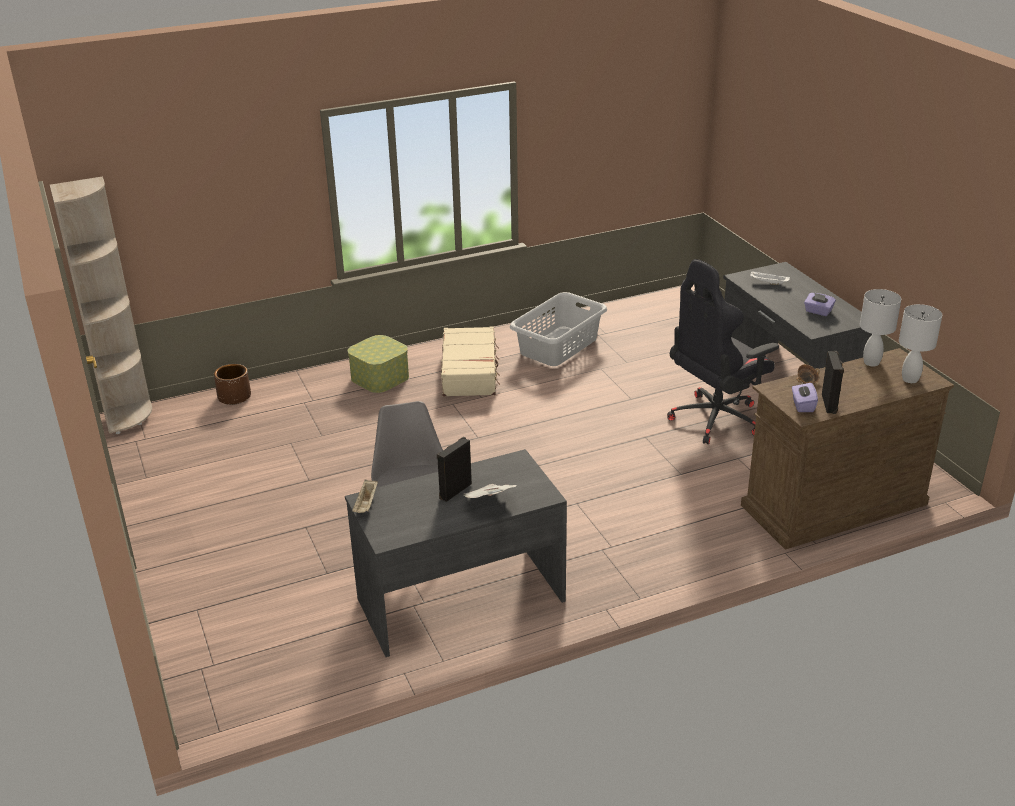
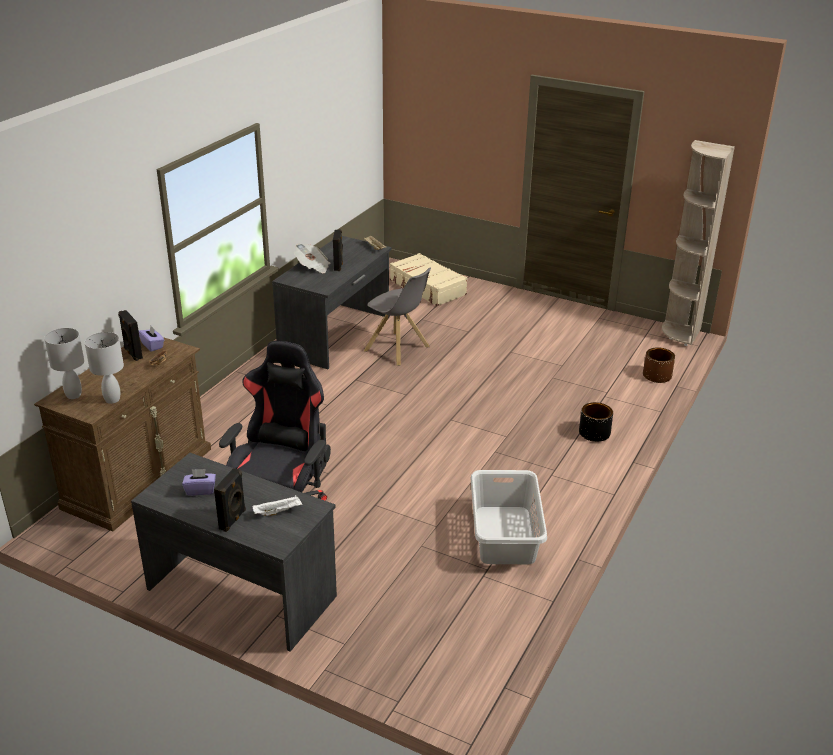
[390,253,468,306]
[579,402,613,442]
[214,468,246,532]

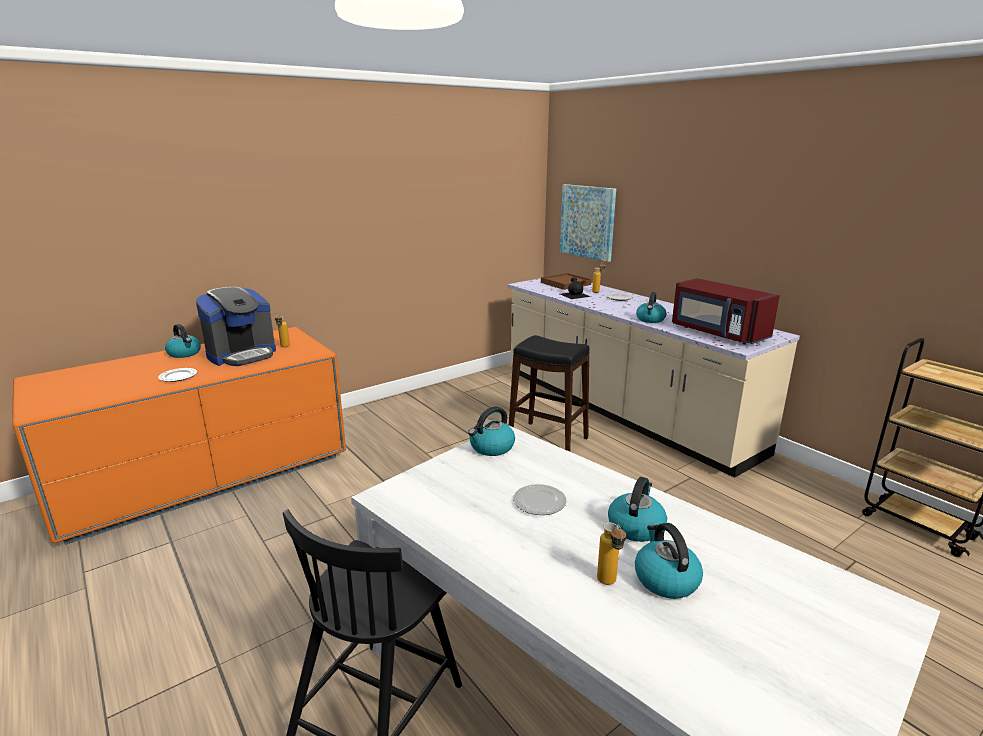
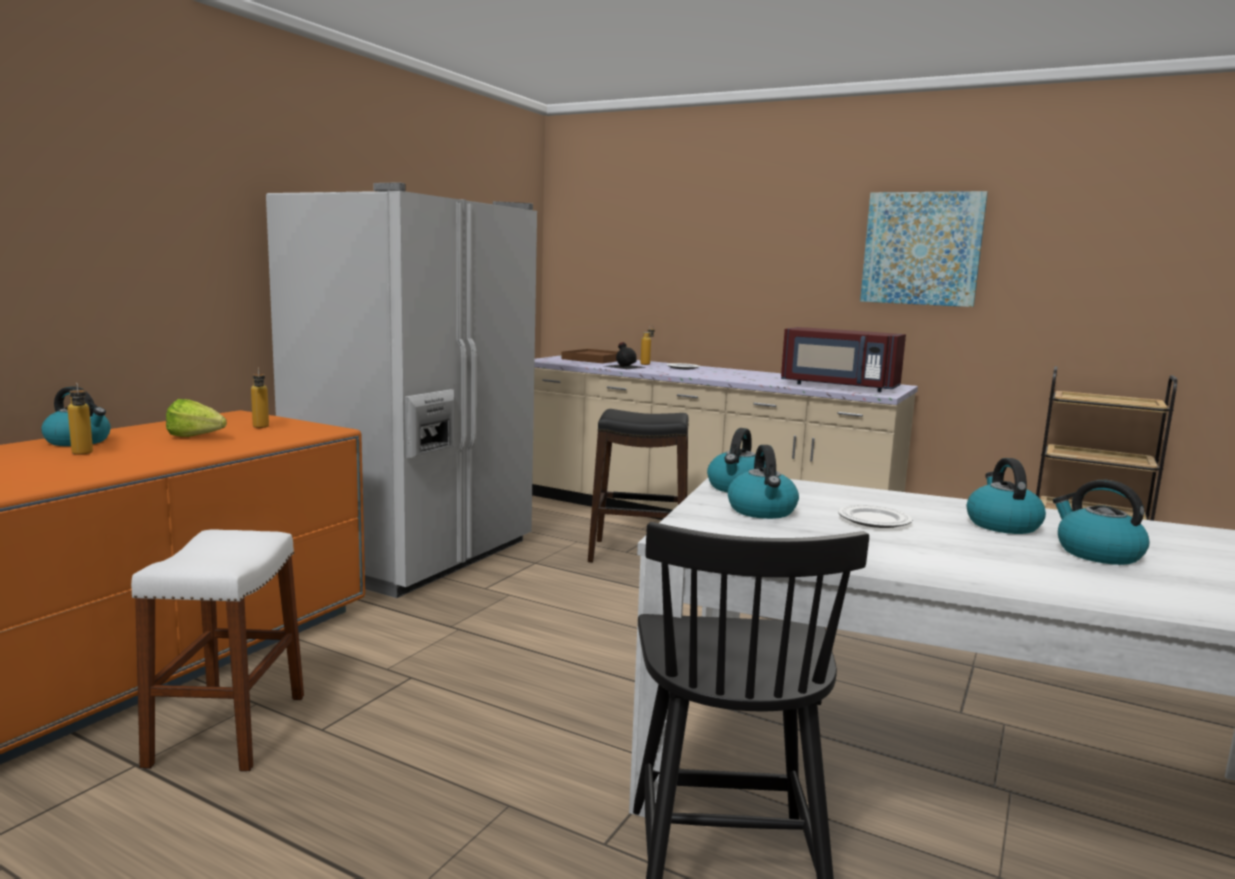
[860,191,988,307]
[166,399,227,437]
[728,445,799,519]
[158,368,197,382] (first image)
[68,383,93,455]
[266,182,537,598]
[131,529,304,772]

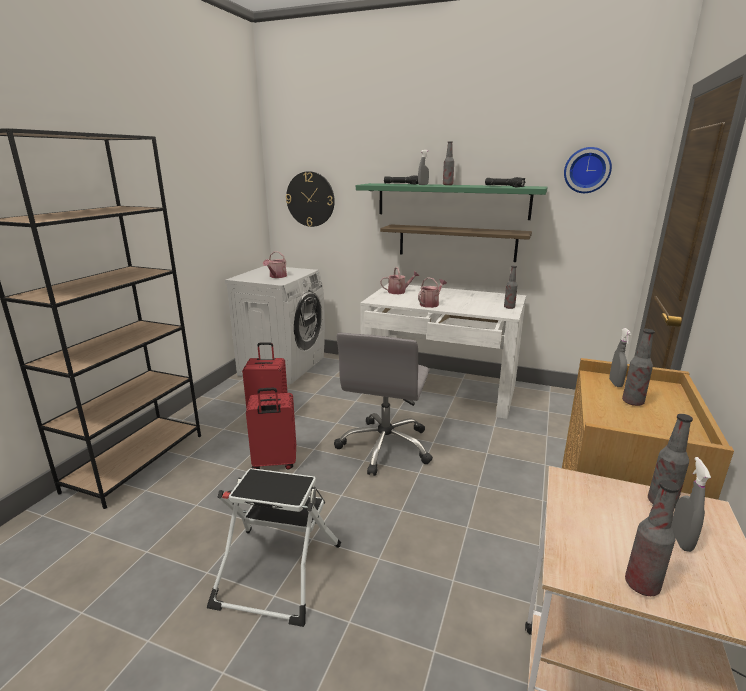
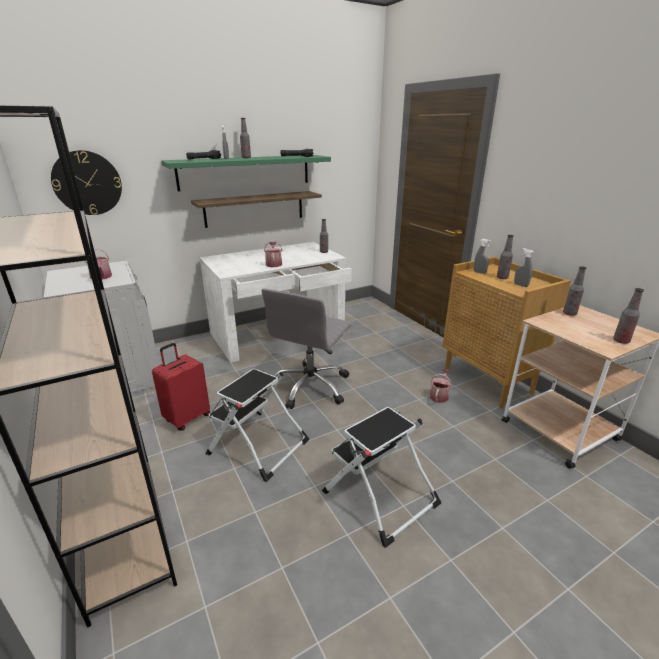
[564,147,612,193] (first image)
[430,369,452,403]
[262,288,351,409]
[205,369,309,482]
[514,248,534,287]

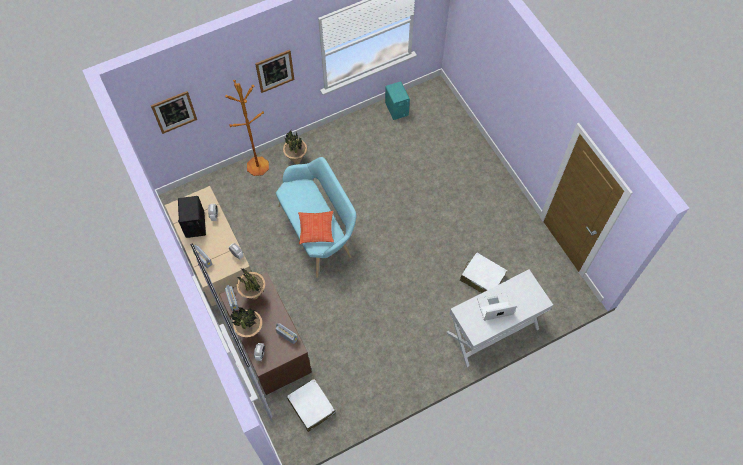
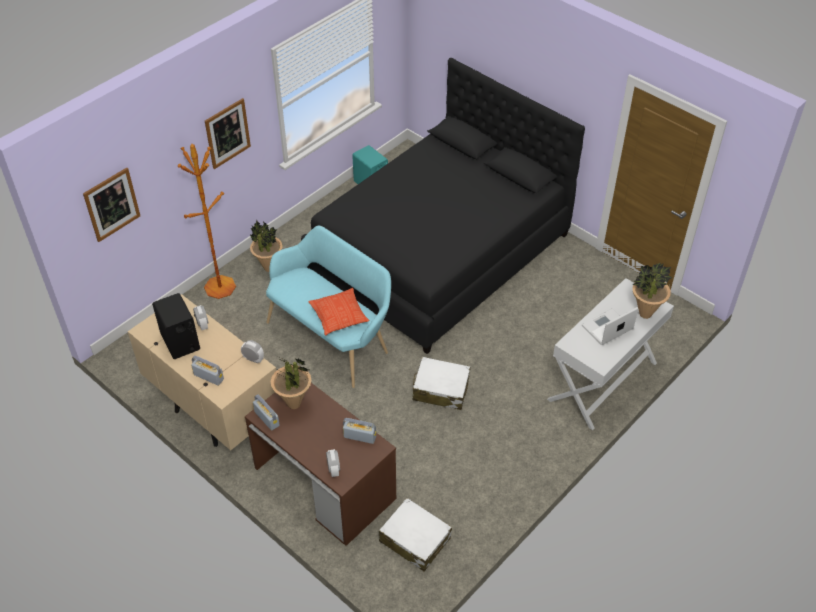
[412,357,470,410]
[632,262,672,319]
[301,58,585,354]

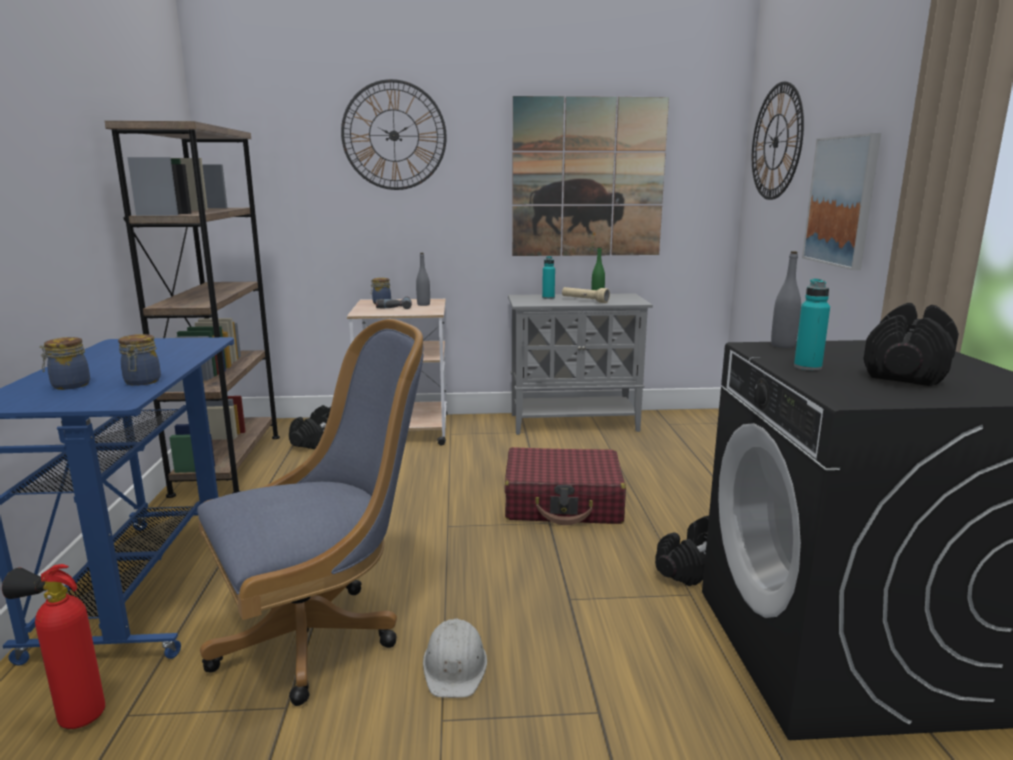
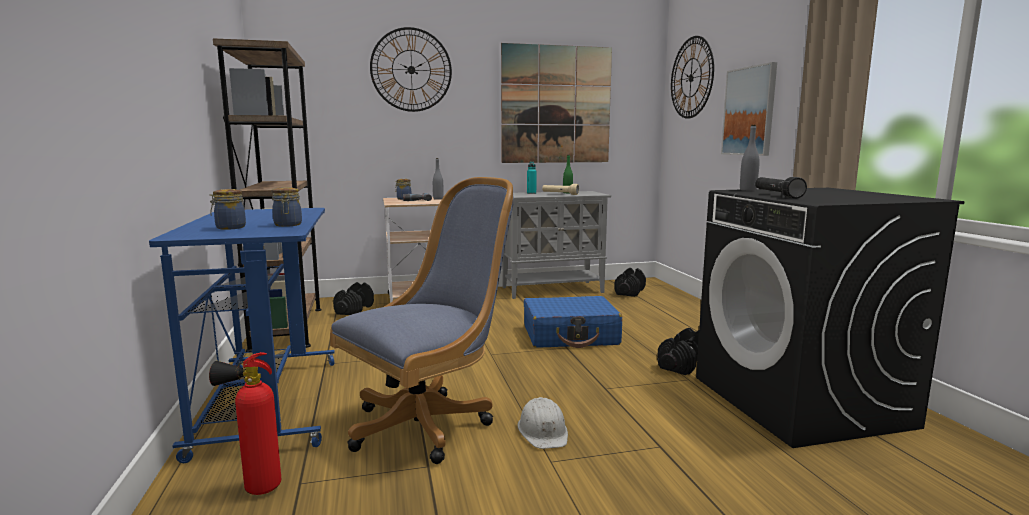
[755,177,807,199]
[614,268,646,297]
[524,296,622,348]

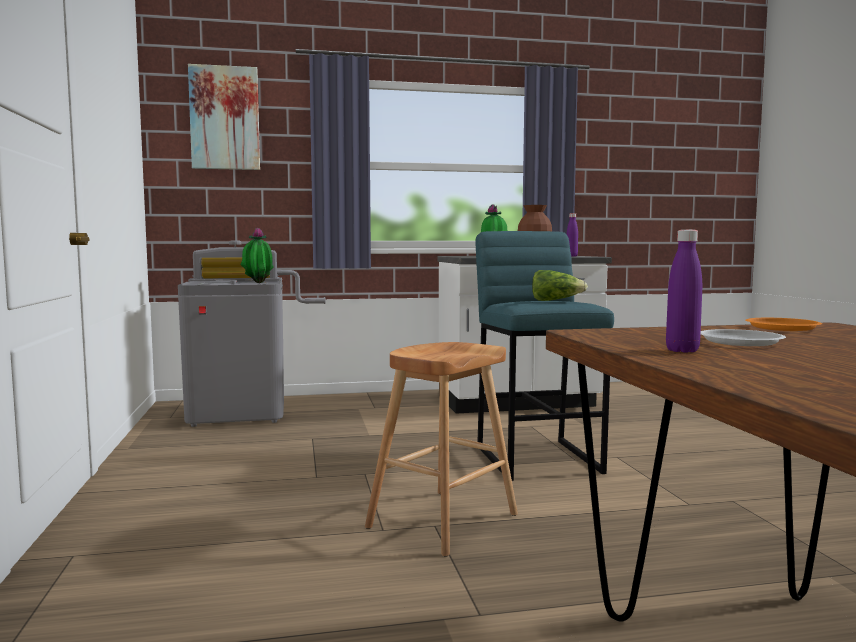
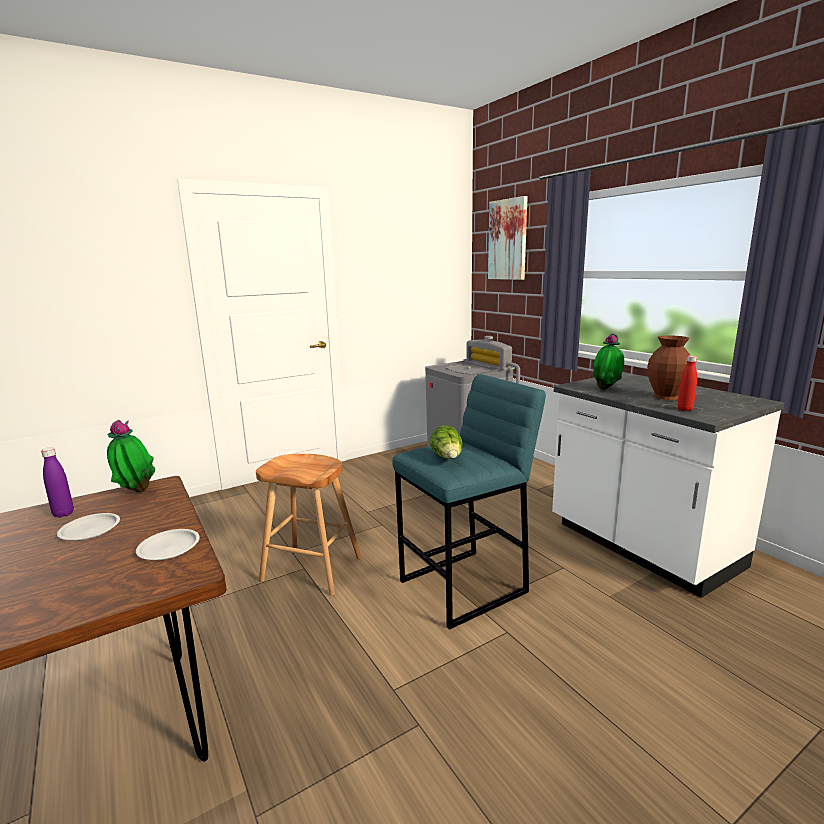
[677,355,697,411]
[107,420,155,492]
[136,529,200,560]

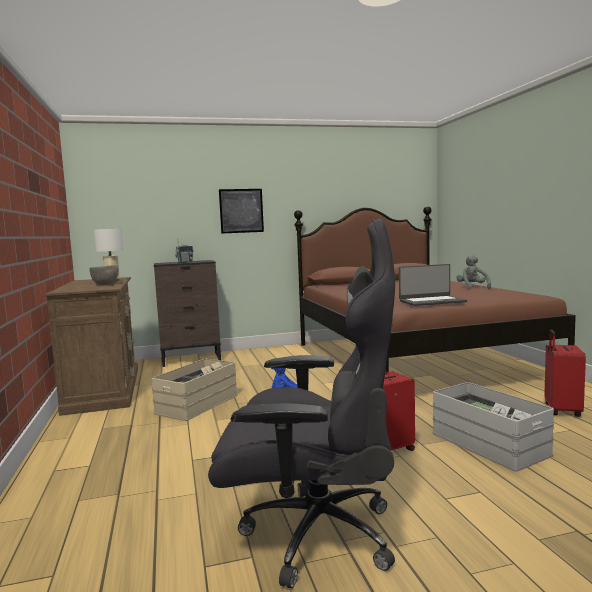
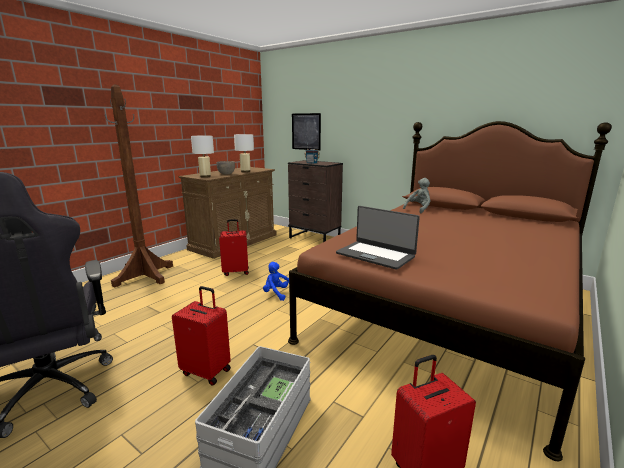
[292,113,321,150]
[403,178,431,213]
[219,219,249,276]
[105,85,173,288]
[191,136,214,178]

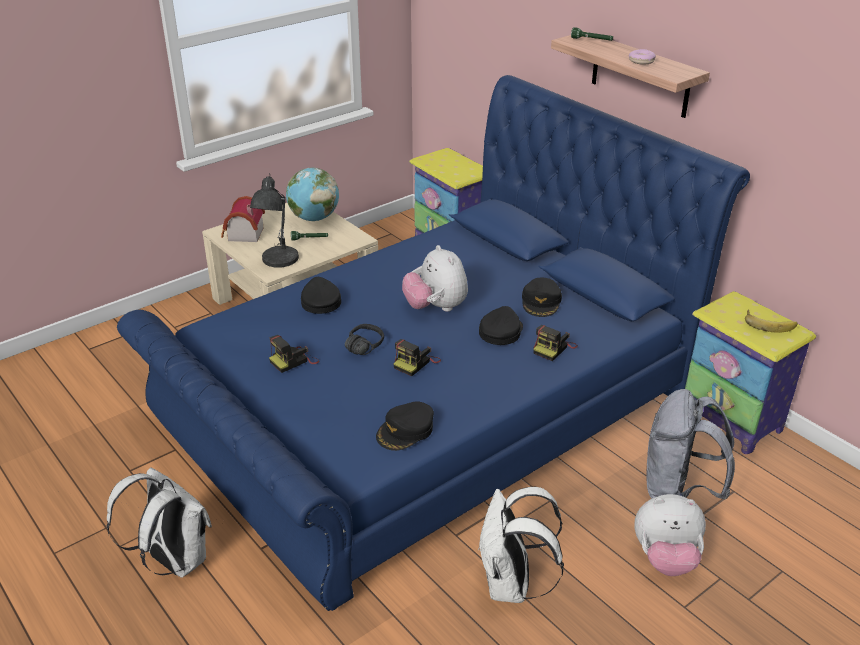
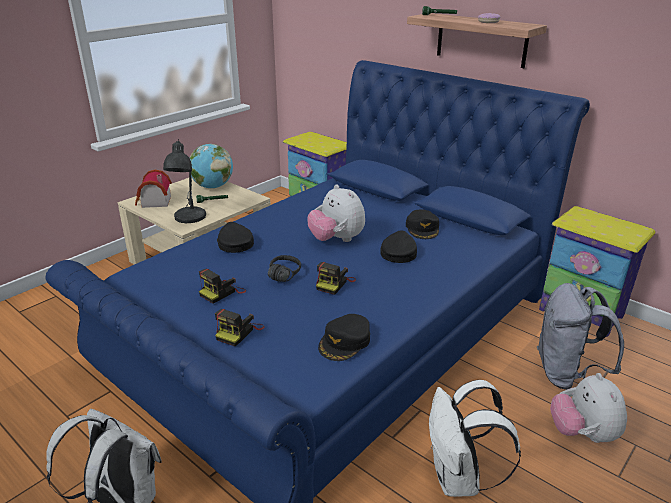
[745,310,798,333] (first image)
[215,309,265,347]
[550,373,627,443]

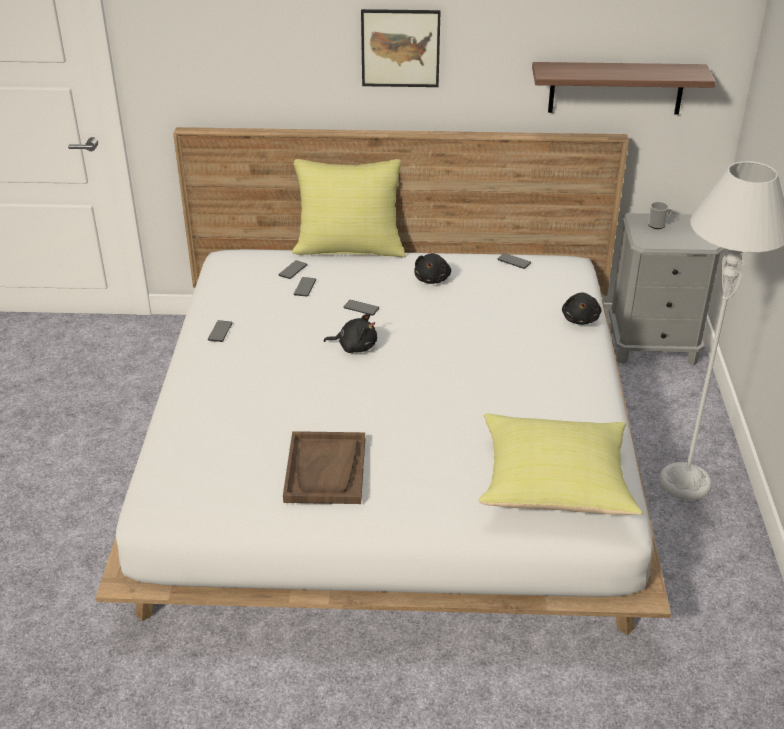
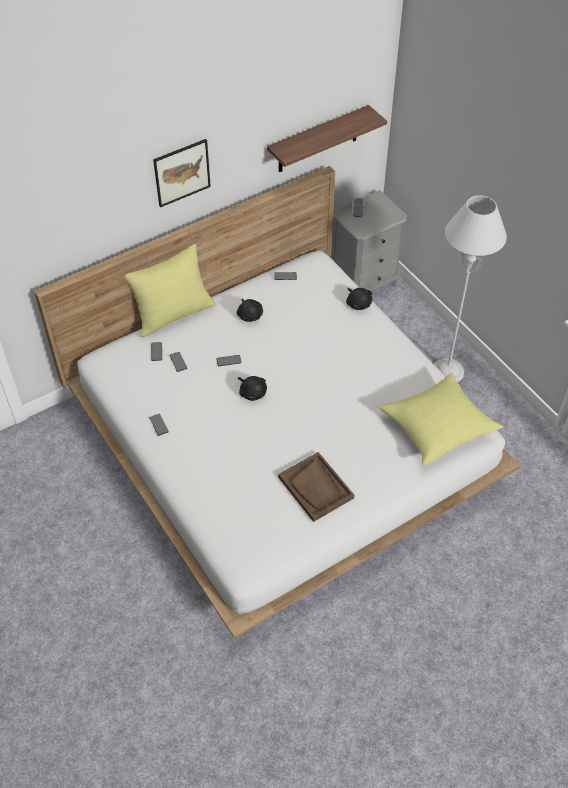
[238,376,267,401]

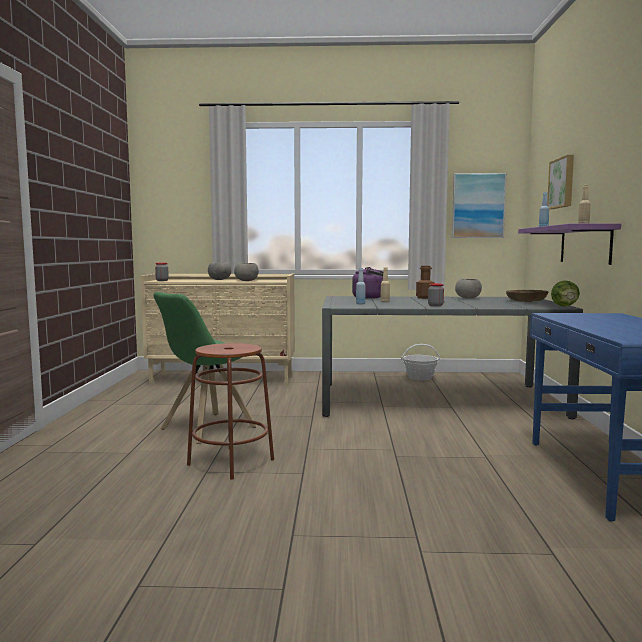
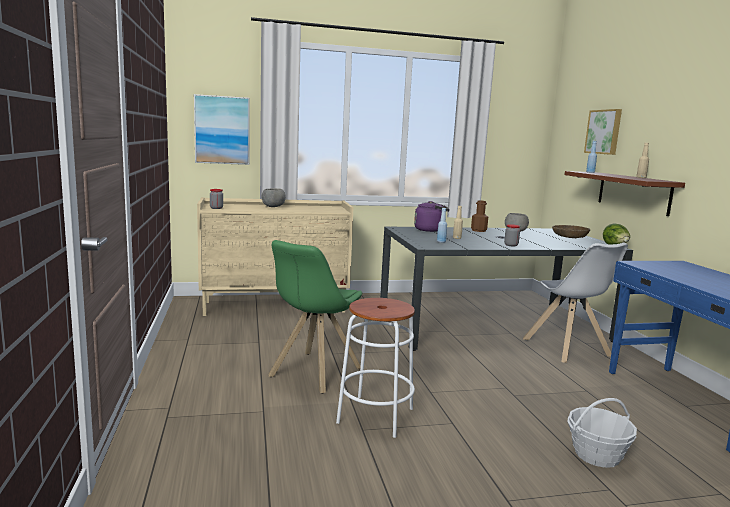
[194,94,250,165]
[565,171,685,216]
[234,263,259,281] (first image)
[336,298,415,438]
[568,398,637,468]
[523,242,628,363]

